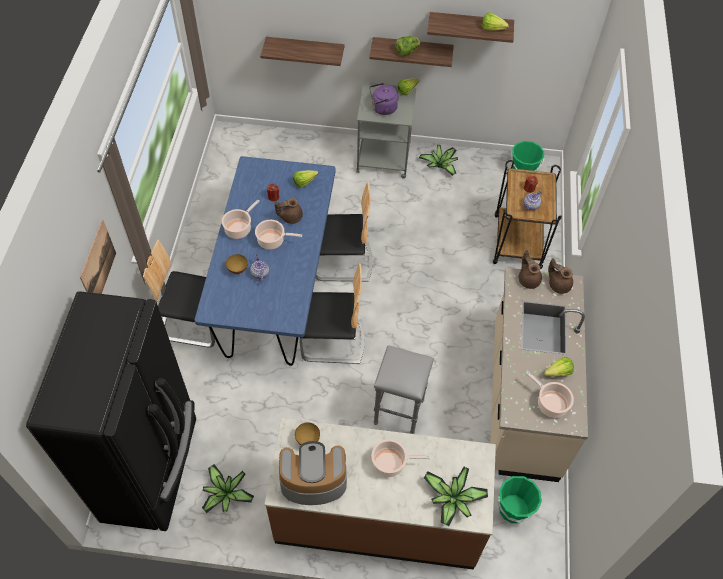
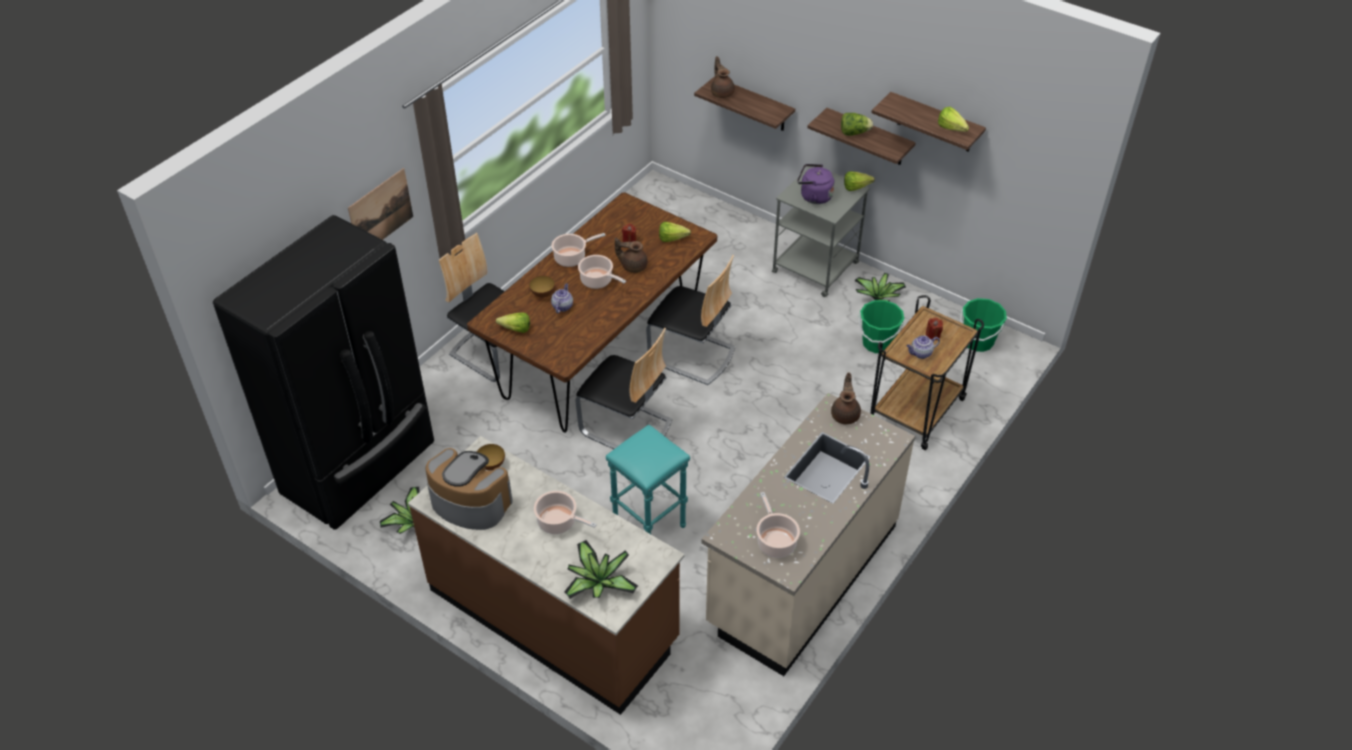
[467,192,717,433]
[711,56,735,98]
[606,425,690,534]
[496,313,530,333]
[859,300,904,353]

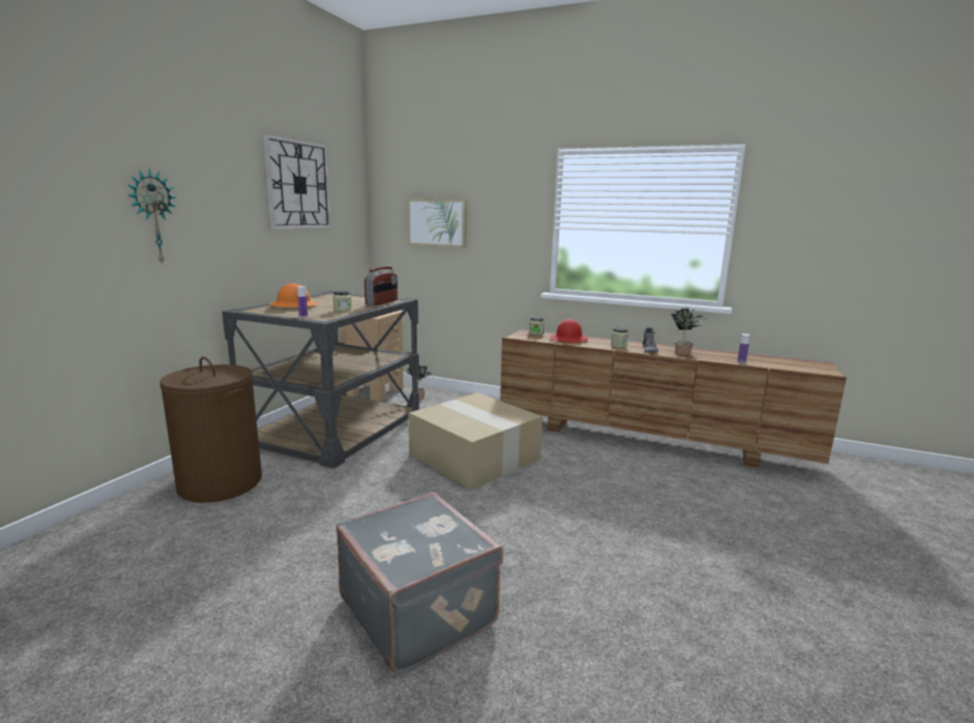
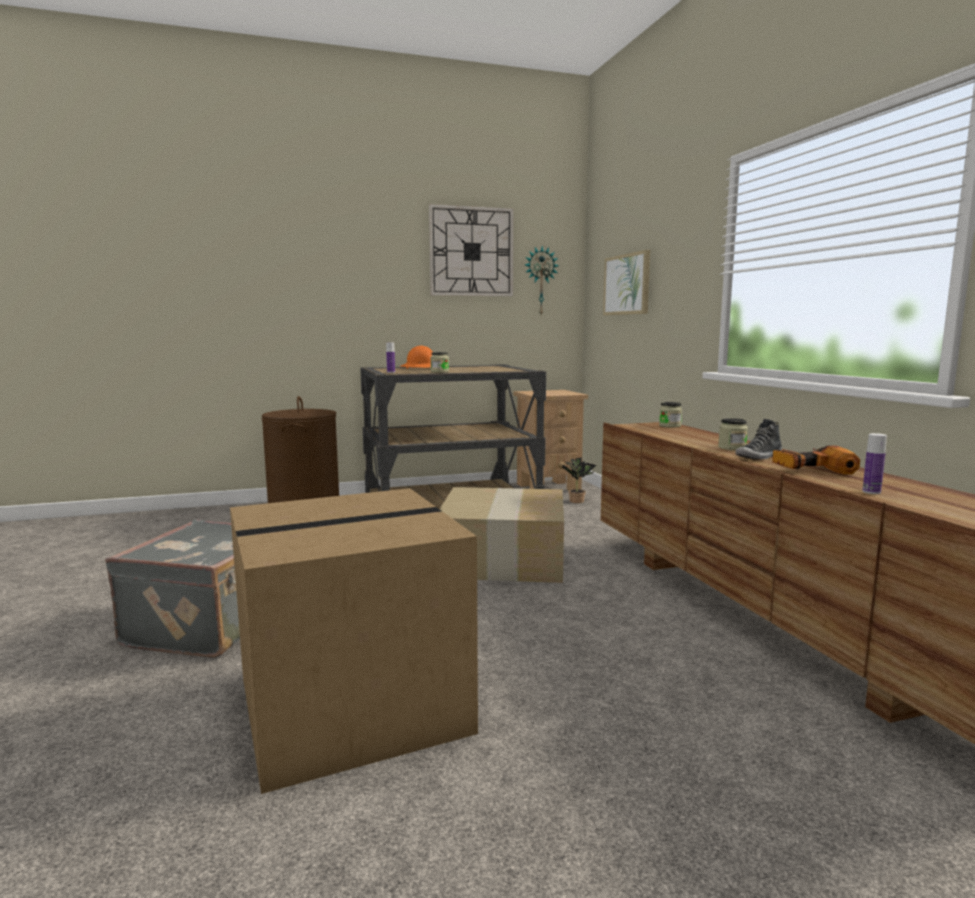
[525,246,559,315]
[364,266,398,306] (first image)
[772,445,860,474]
[550,319,588,343] (first image)
[230,488,478,794]

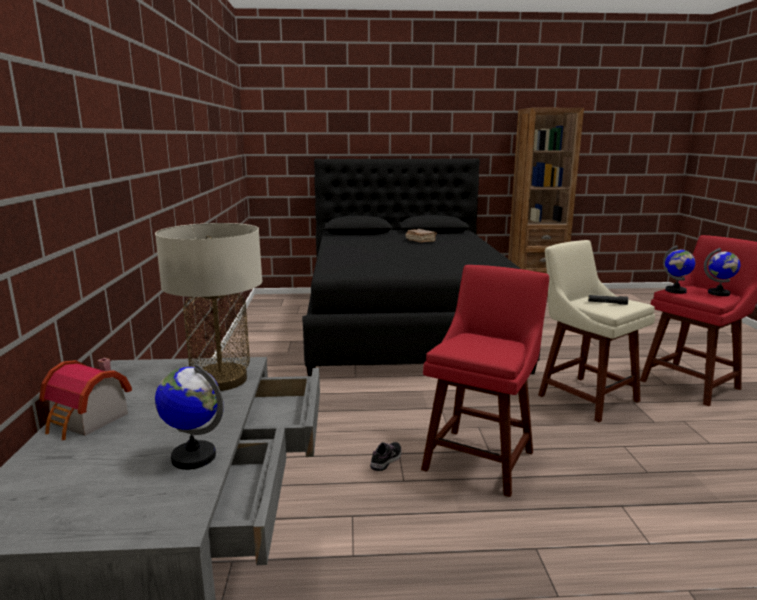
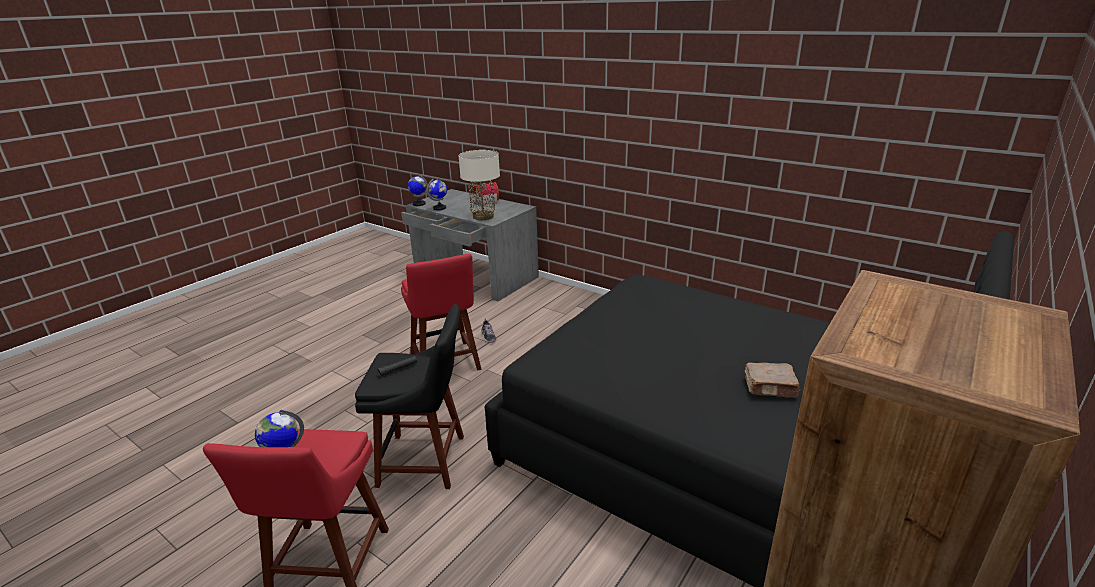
[355,304,464,489]
[408,175,428,206]

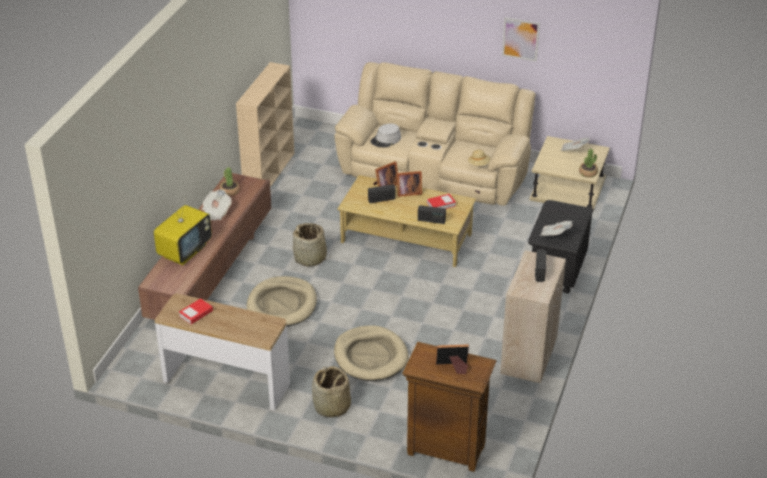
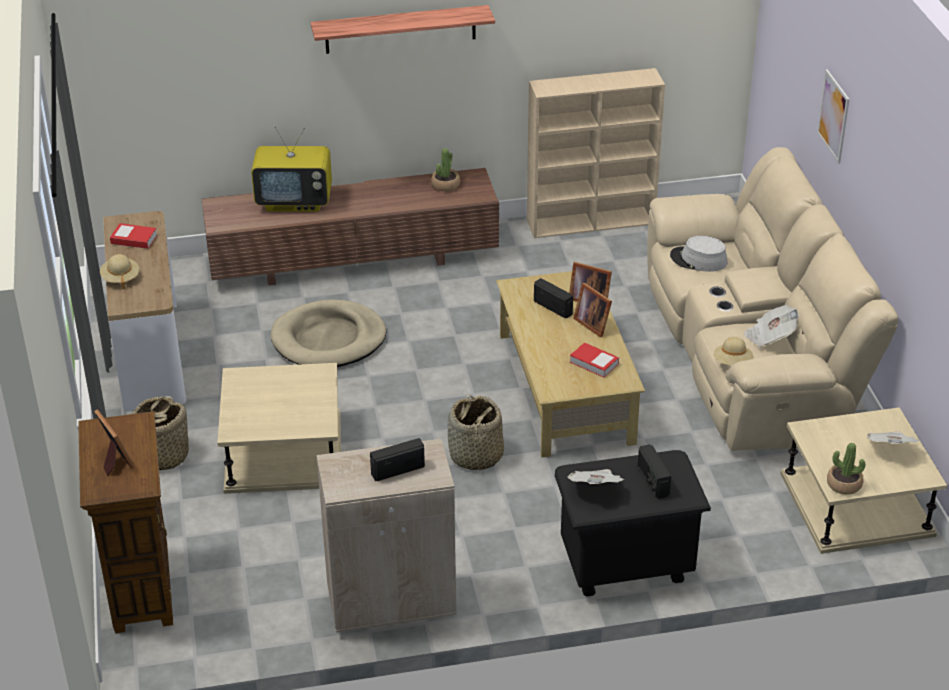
[817,69,849,164]
[744,305,799,347]
[638,444,671,499]
[447,395,504,471]
[217,363,341,494]
[311,5,495,54]
[100,254,139,289]

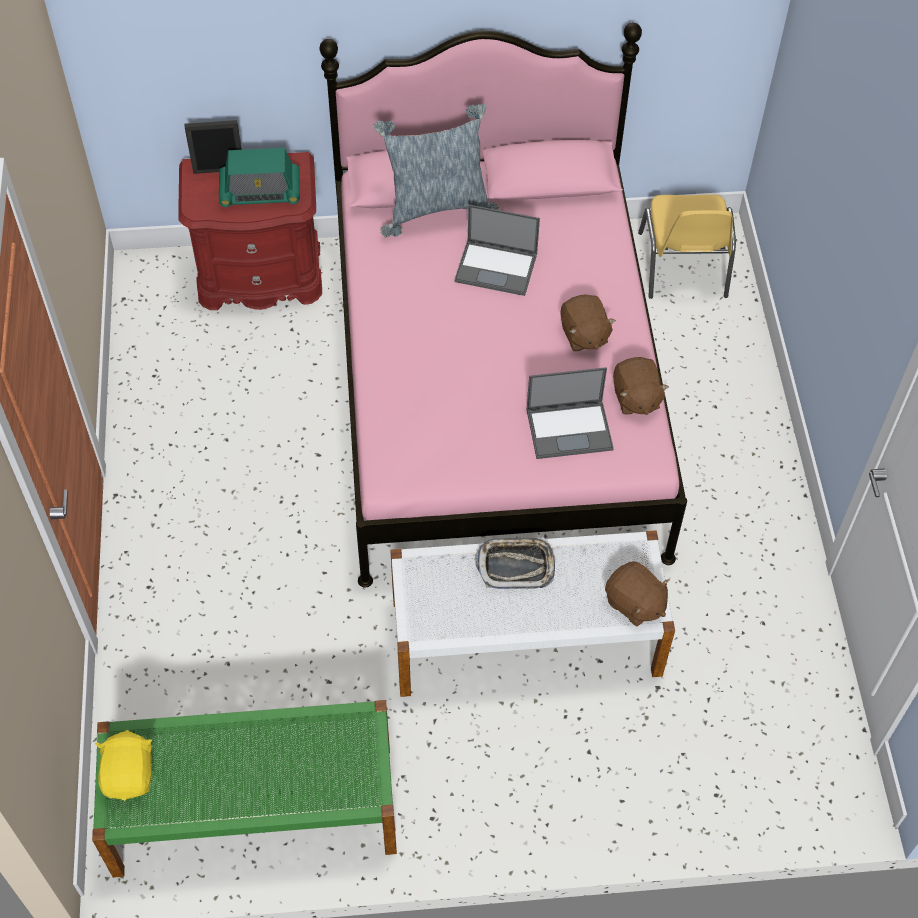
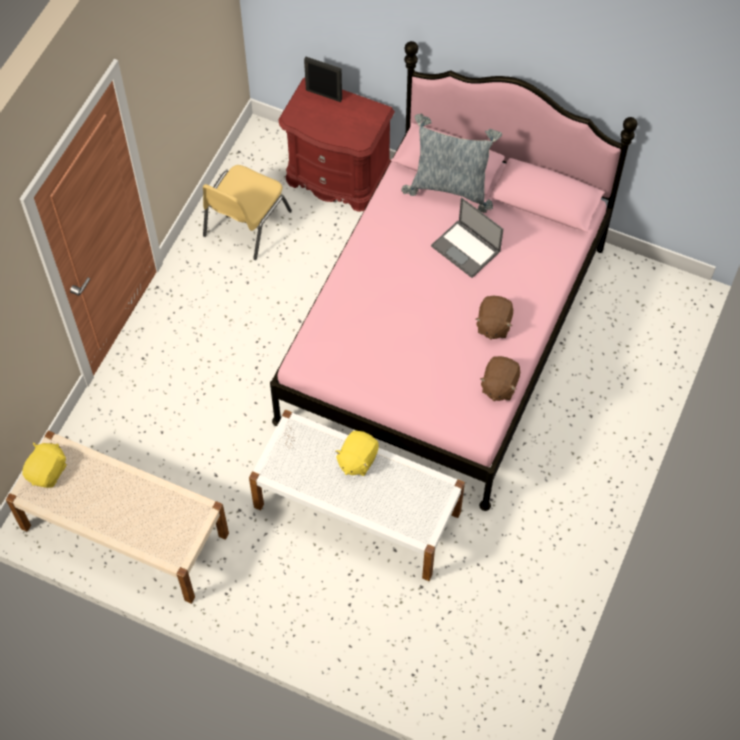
[219,148,300,207] (first image)
[203,165,292,260]
[527,367,614,459] (first image)
[335,430,379,476]
[605,561,670,626] (first image)
[6,431,229,604]

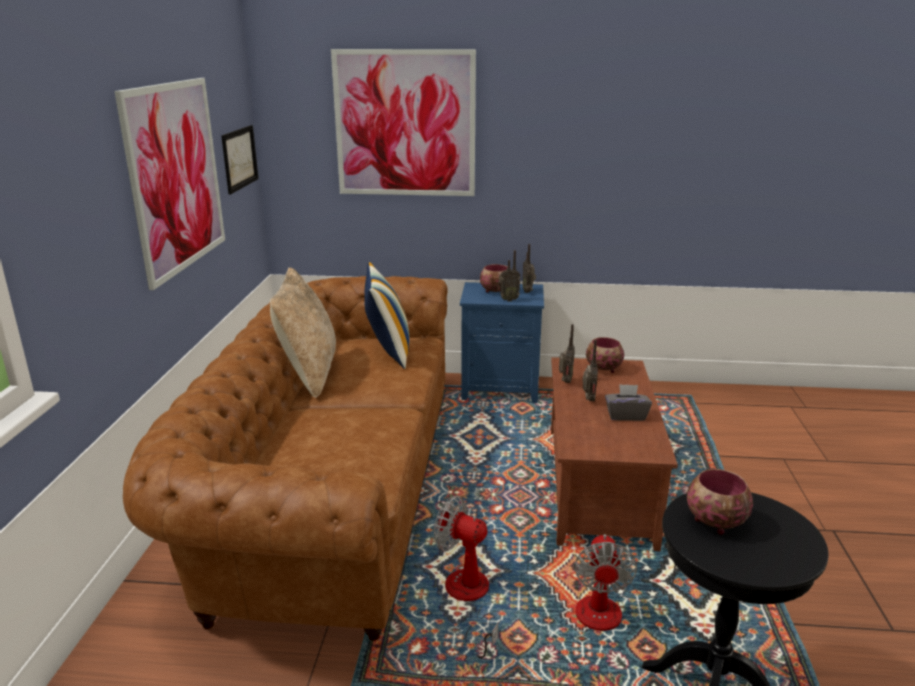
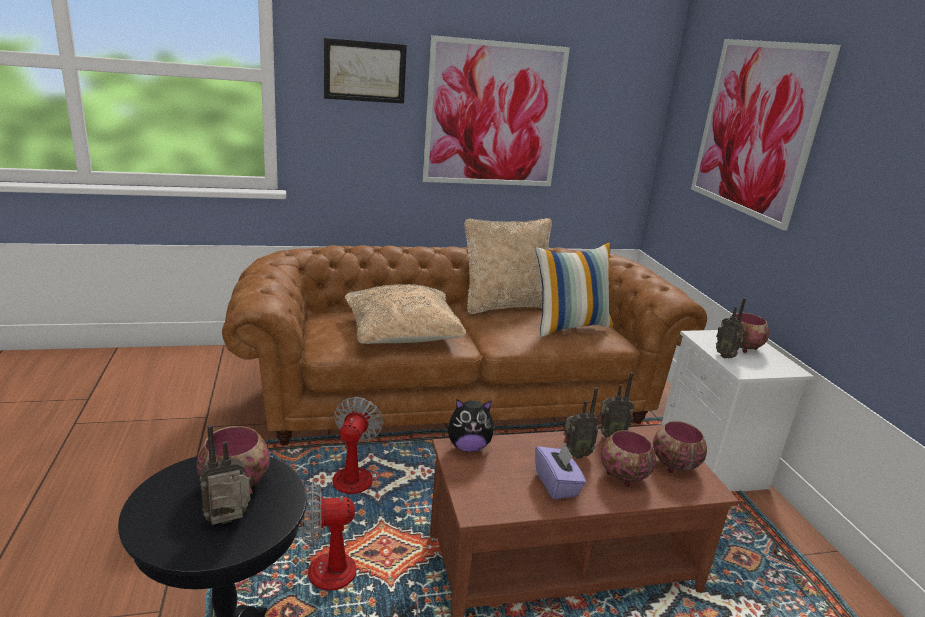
[324,38,407,104]
[199,425,253,525]
[661,330,814,491]
[535,442,586,499]
[345,284,466,344]
[448,399,496,452]
[601,430,656,487]

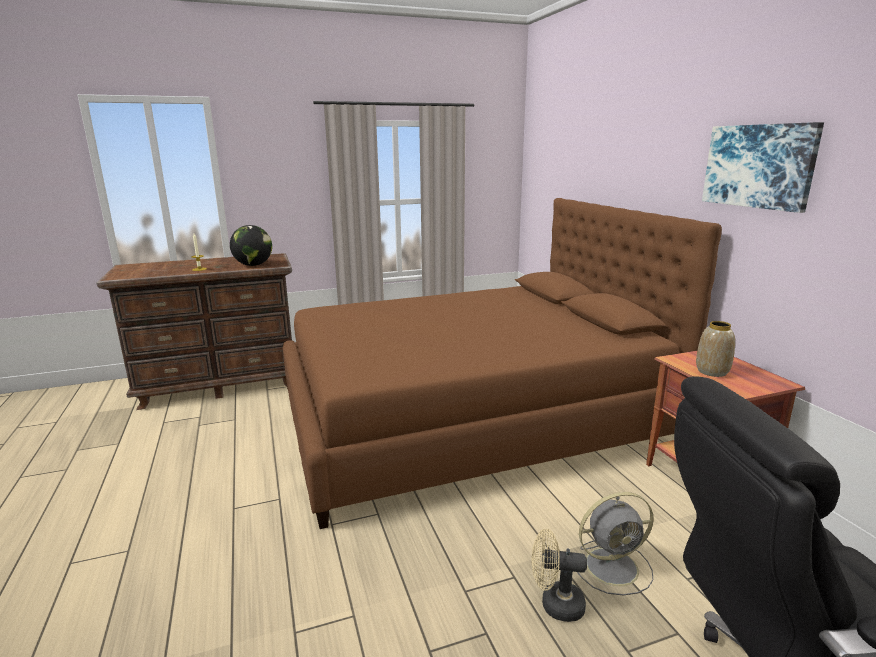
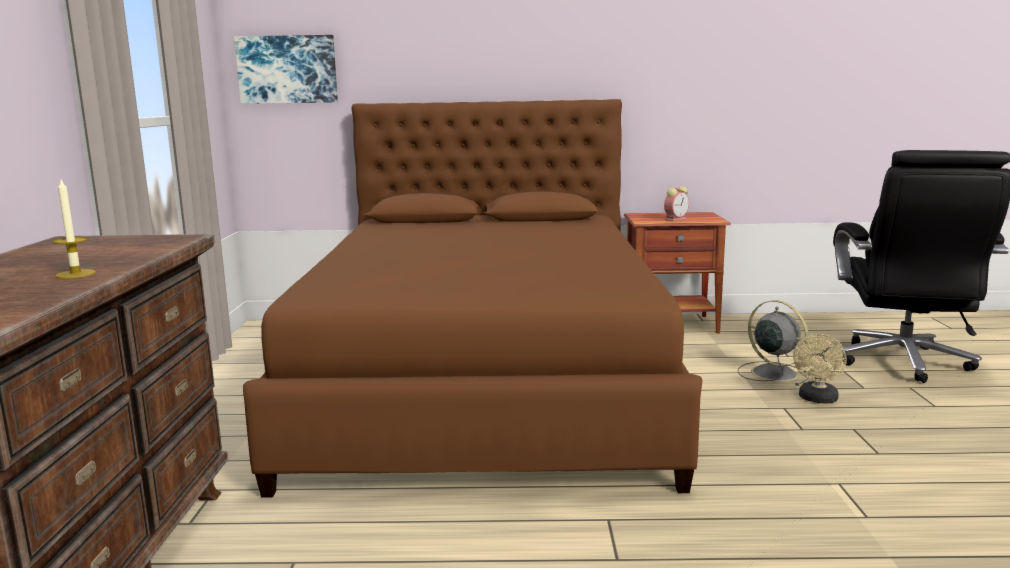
[234,35,338,104]
[230,225,272,266] (first image)
[664,186,689,221]
[738,300,810,386]

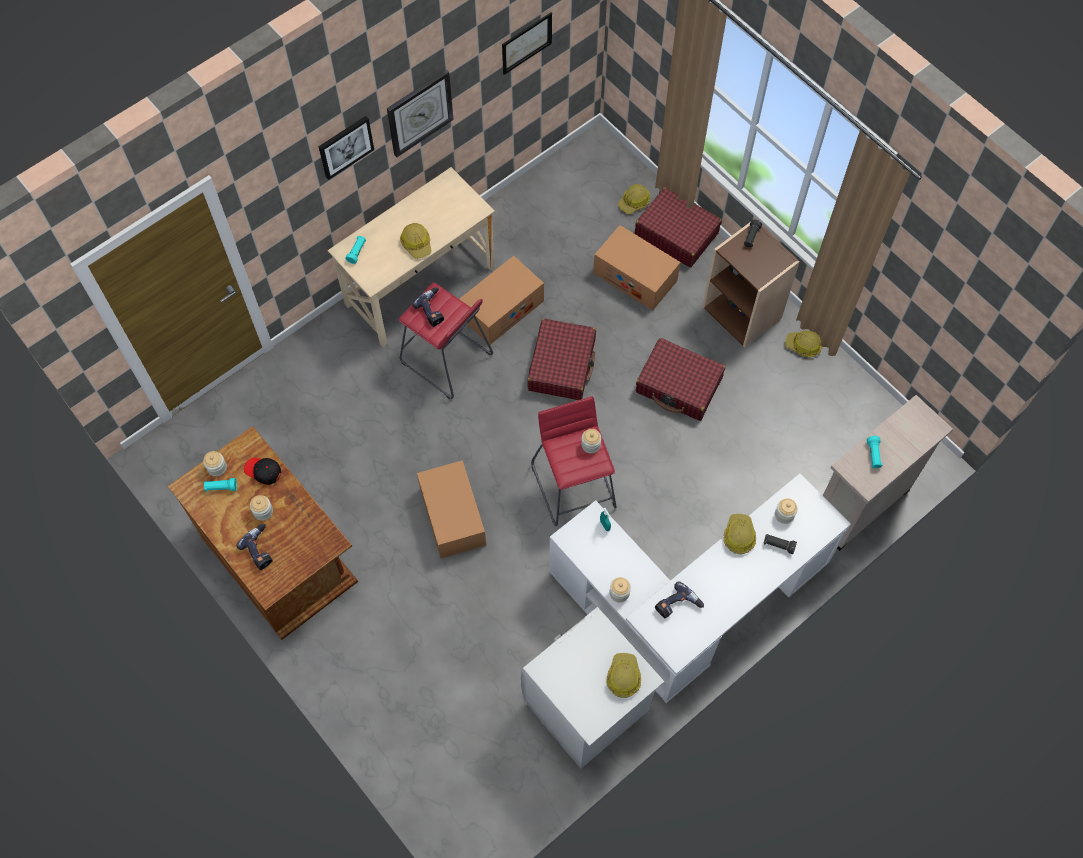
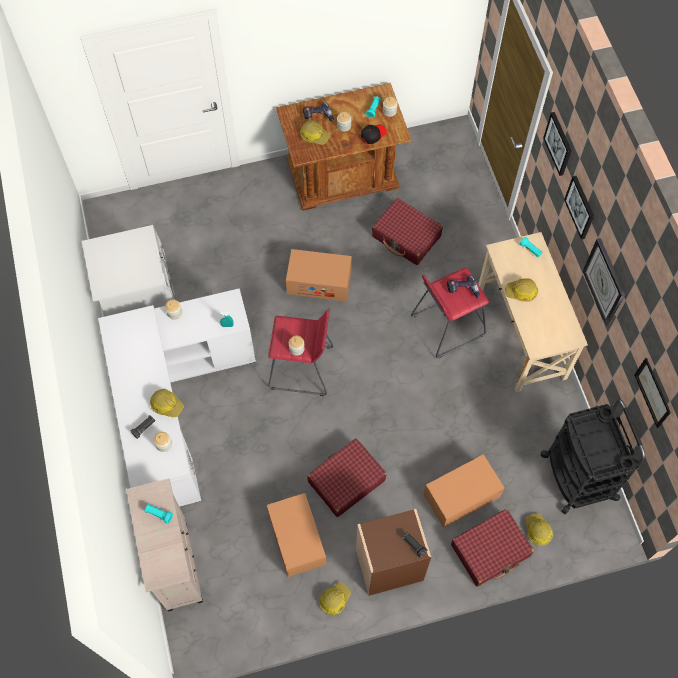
[267,493,327,577]
[372,198,443,265]
[655,581,704,618] (first image)
[300,120,330,145]
[543,112,572,176]
[541,399,645,514]

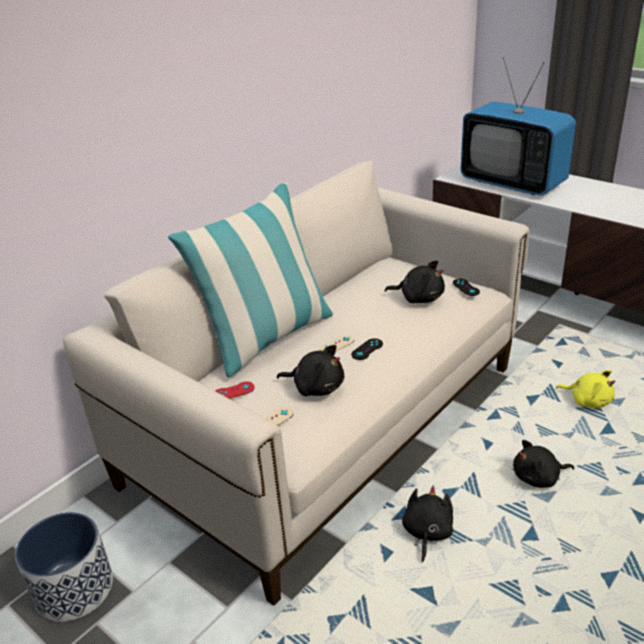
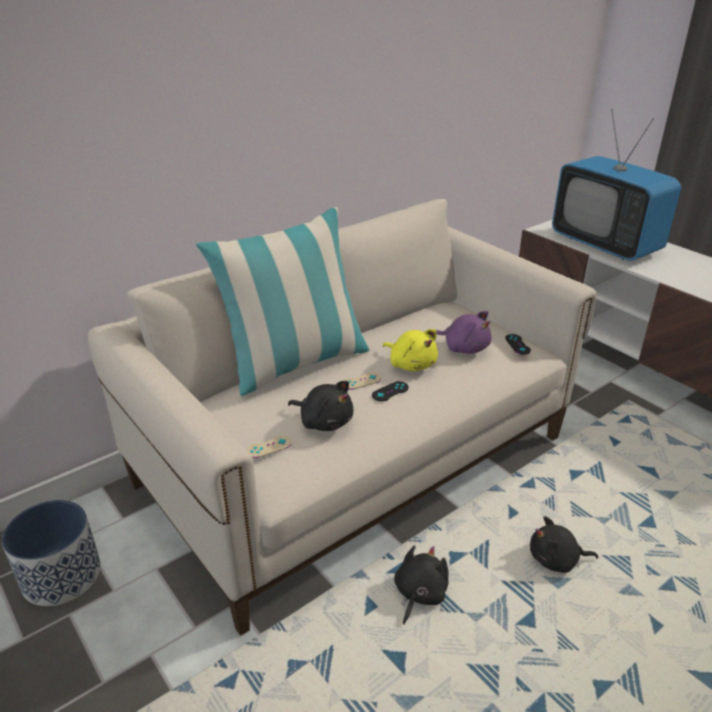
[436,311,491,354]
[383,329,438,371]
[216,382,254,399] (first image)

